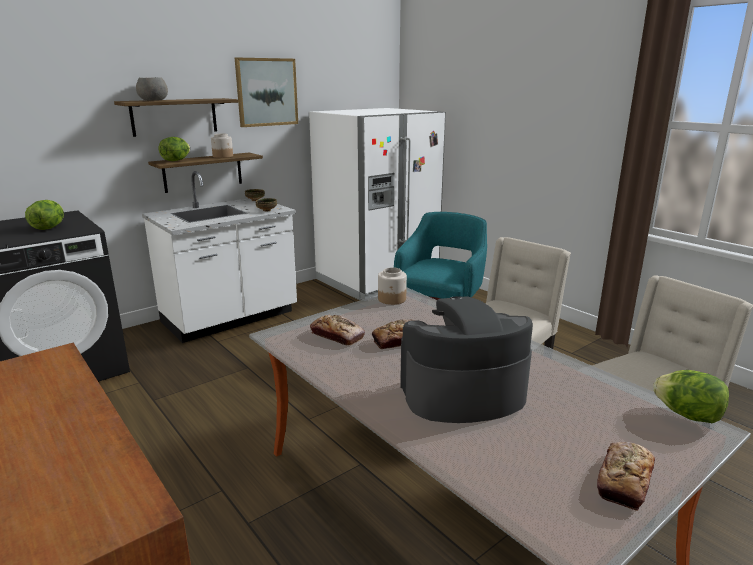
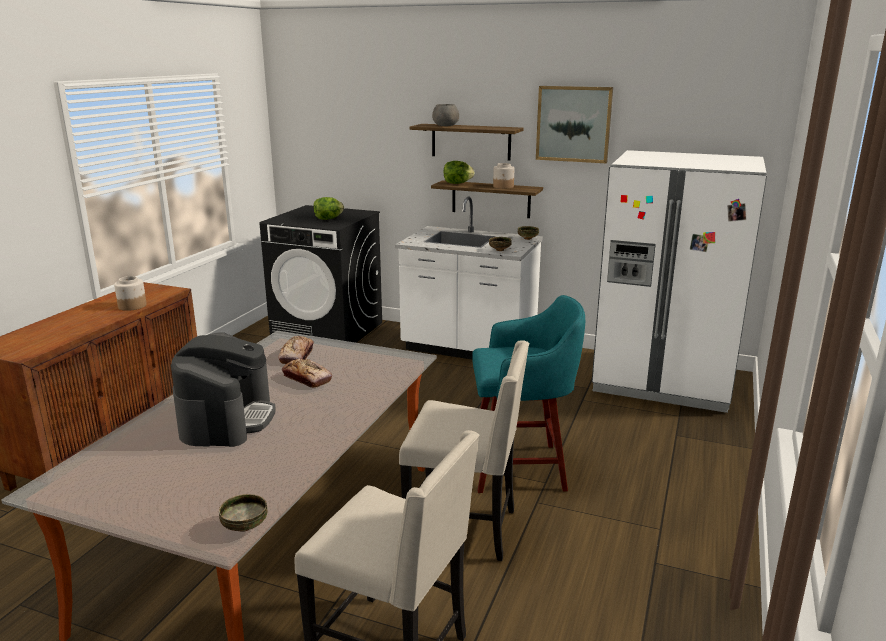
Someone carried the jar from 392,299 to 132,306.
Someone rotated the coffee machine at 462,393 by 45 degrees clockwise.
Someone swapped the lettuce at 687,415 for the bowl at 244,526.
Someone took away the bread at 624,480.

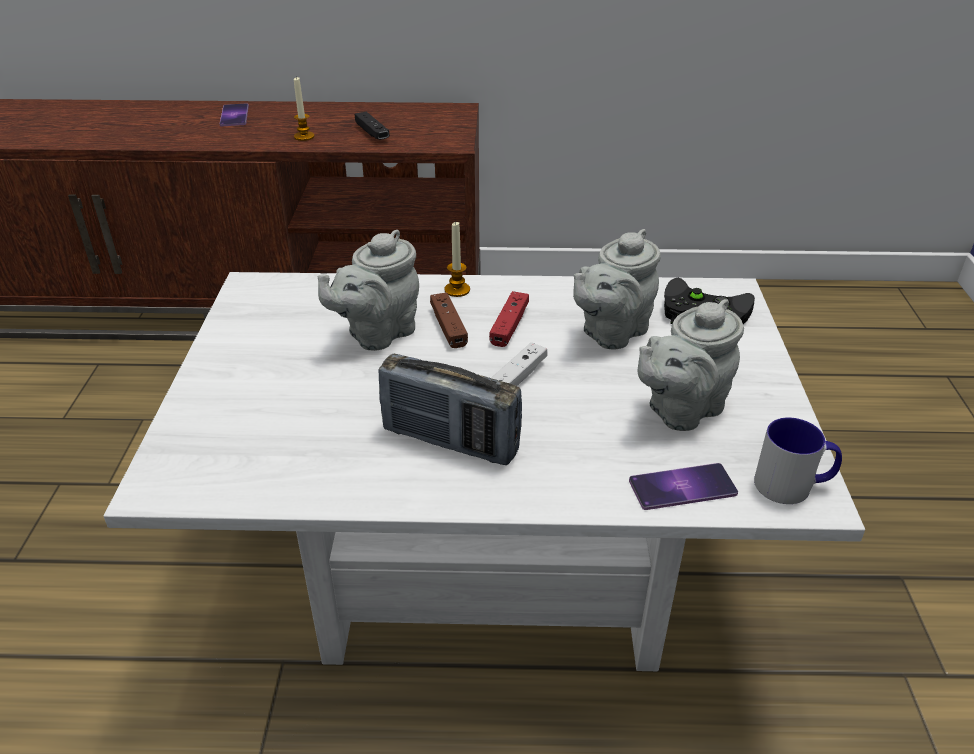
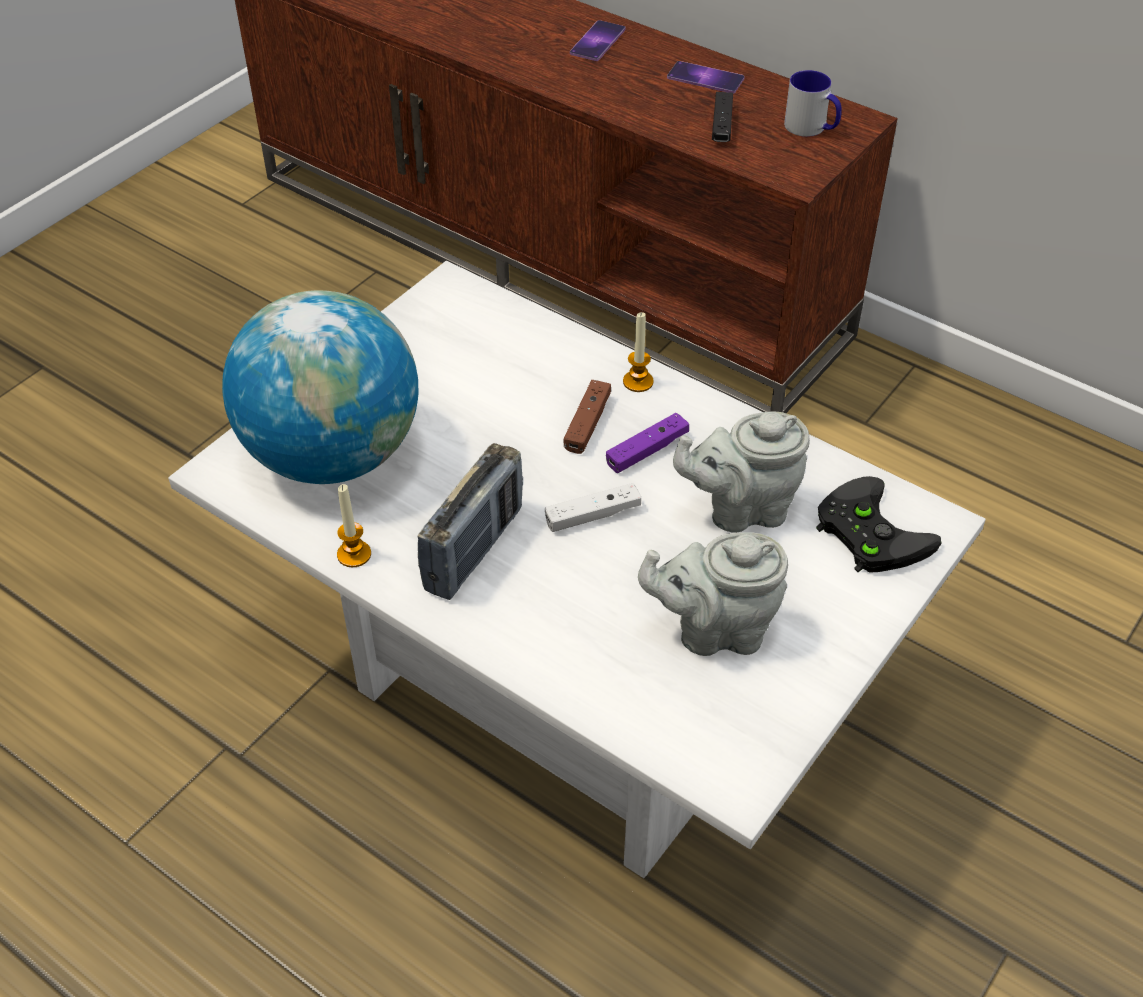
Someone put down the globe at 333,454.
Someone carried the candle from 304,137 to 354,554.
Someone rotated the radio at 450,441 by 120 degrees counterclockwise.
Someone repainted the red game controller at 509,326, which became the purple game controller at 647,451.
Someone carried the phone from 682,487 to 705,78.
Someone carried the mug from 793,485 to 811,128.
Someone took away the grey teapot at 377,334.

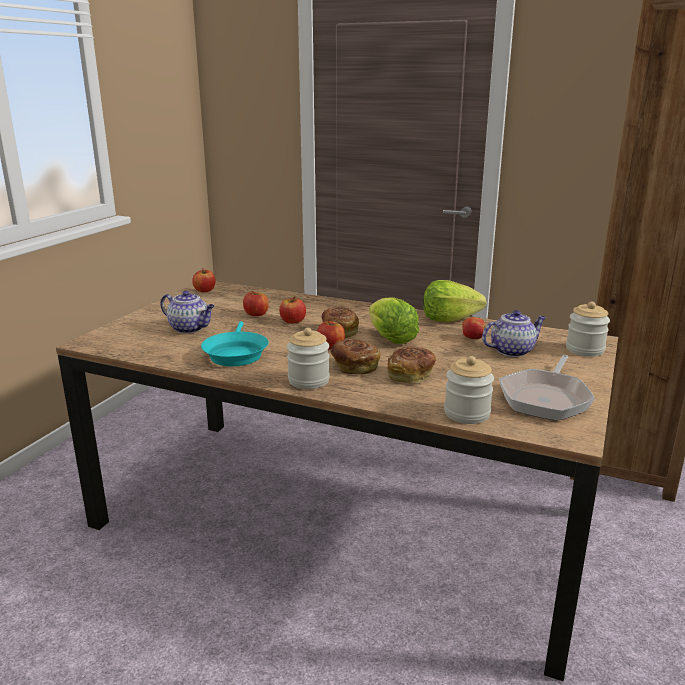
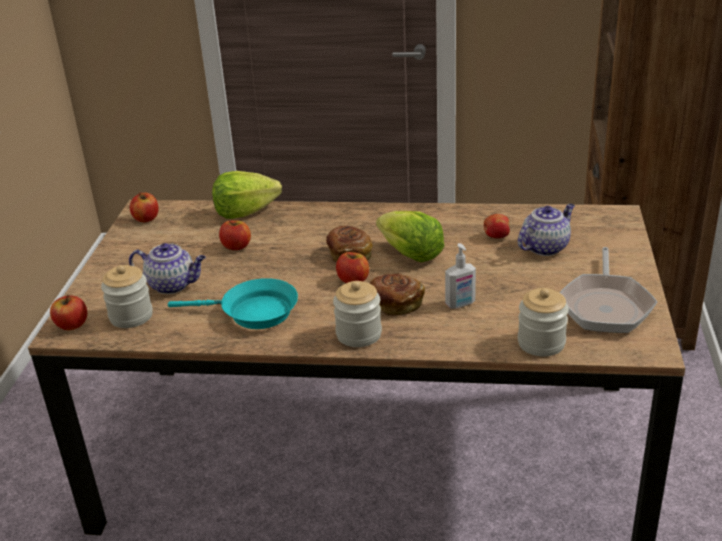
Someone carried the apple from 293,321 to 72,325.
Someone carried the jar from 584,350 to 131,316.
Someone rotated the turquoise frying pan at 235,354 by 60 degrees counterclockwise.
Someone carried the lettuce from 449,319 to 245,212.
Someone swapped the bread at 410,375 for the soap dispenser at 460,304.

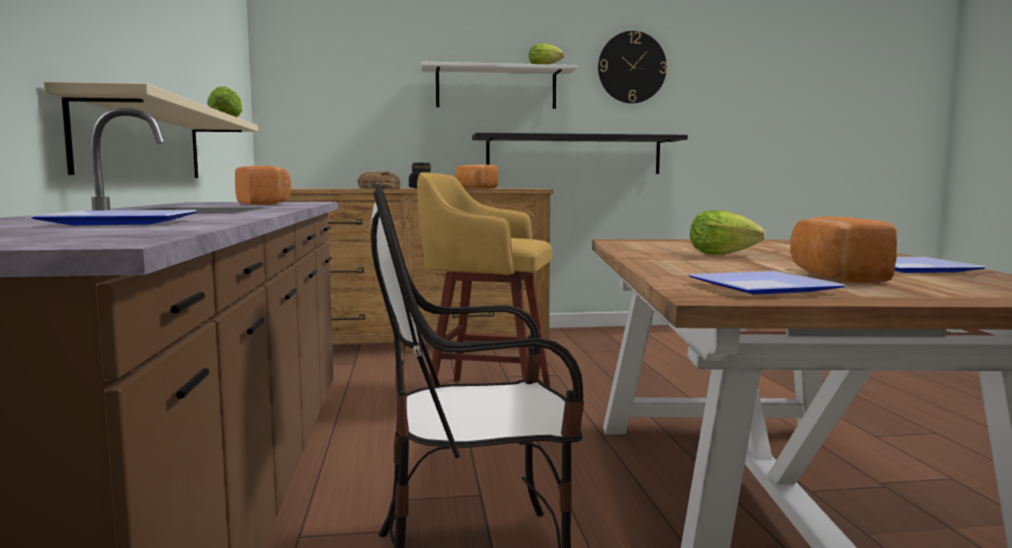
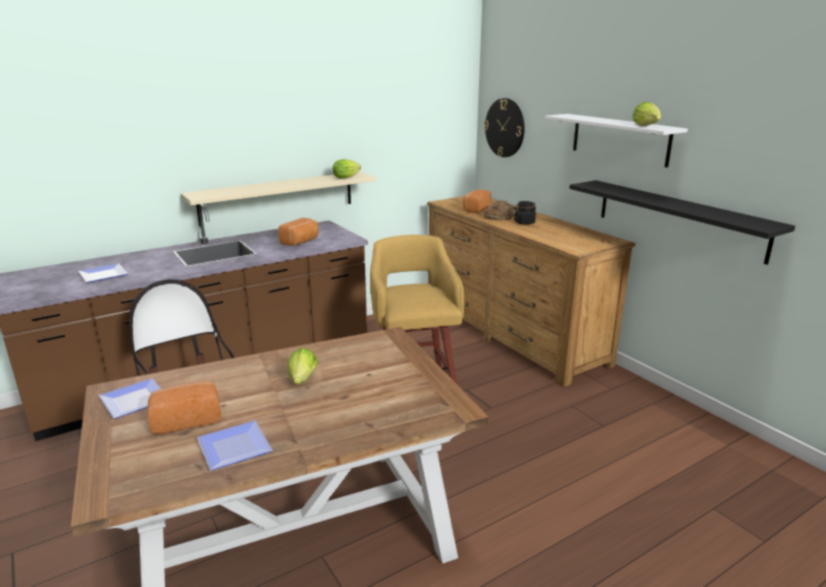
Someone carried the bread from 474,188 to 475,209.
Someone carried the wall clock from 632,67 to 505,128.

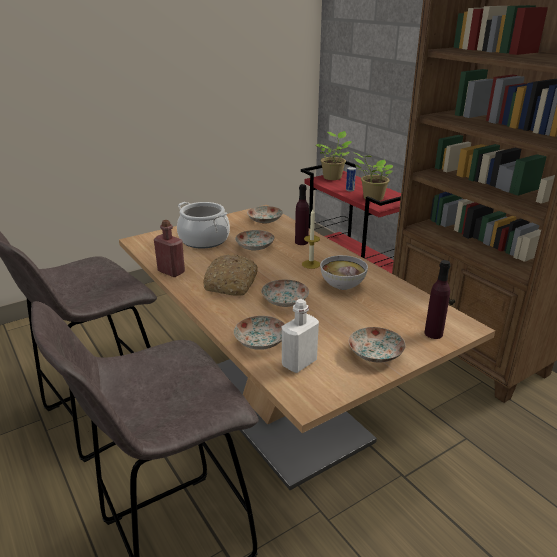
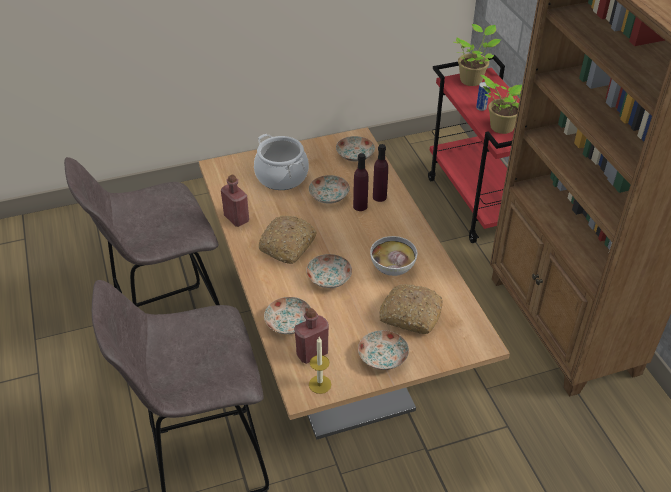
Someone repainted the white bottle at 299,363, which became the red bottle at 312,353.
Someone carried the candle from 311,264 to 320,384.
Someone carried the purple bottle from 433,333 to 360,206.
Someone put down the bread at 410,315.

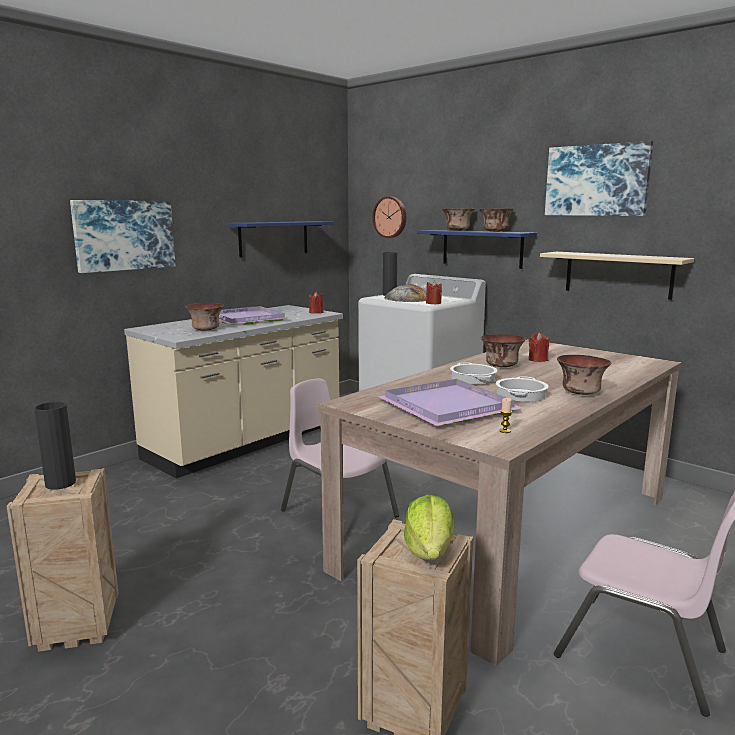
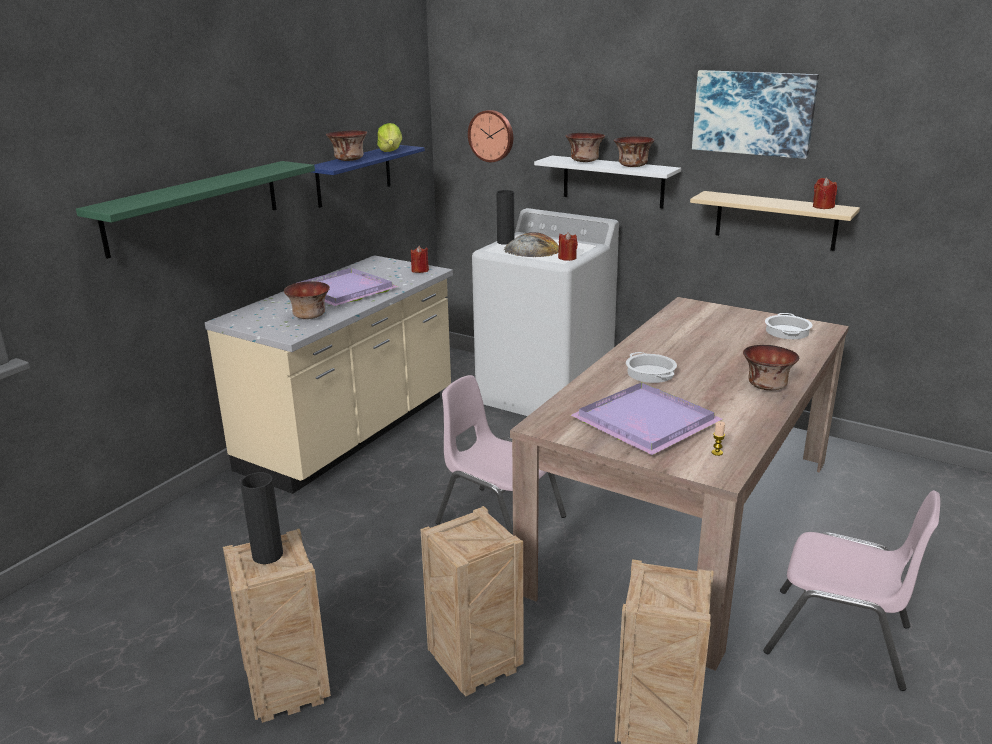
Someone swapped the picture at 124,235 for the green shelf at 194,207.
Someone carried the bowl from 501,366 to 348,160.
Someone carried the lettuce from 429,551 to 390,151.
Someone put down the crate at 474,667.
Someone repainted the blue shelf at 482,248, which became the white shelf at 613,181.
Someone carried the cooking pot from 521,395 to 787,332.
Someone carried the red candle from 538,359 to 823,206.

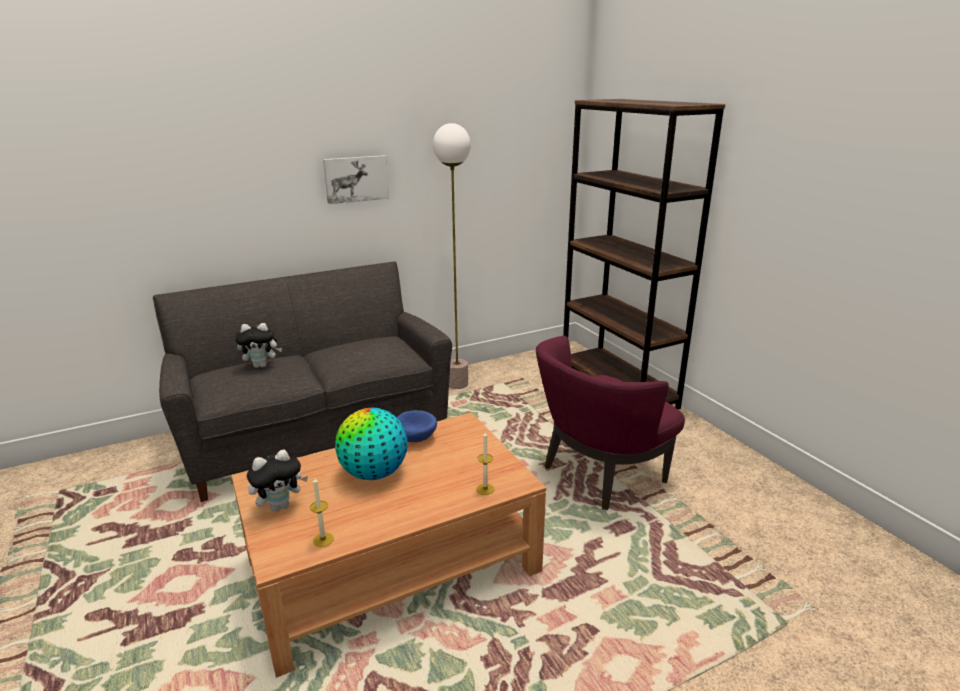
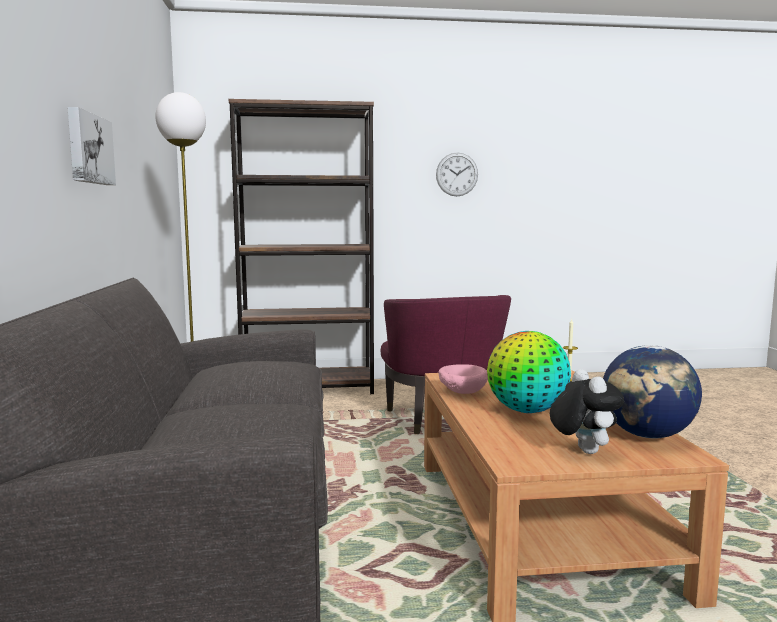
Someone put up the wall clock at 457,174.
Someone repainted the blue bowl at 414,438, which became the pink bowl at 462,393.
Someone swapped the candle at 323,539 for the globe at 647,435.
Someone took away the plush toy at 262,365.

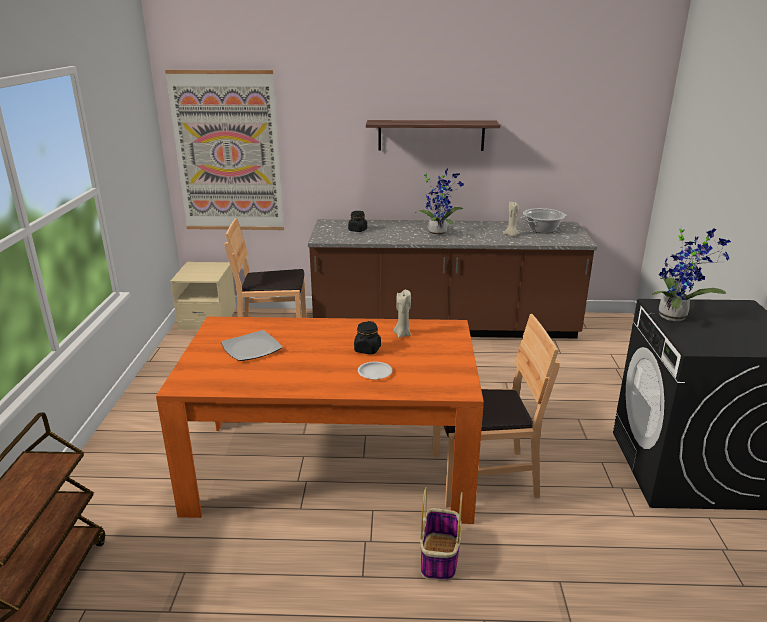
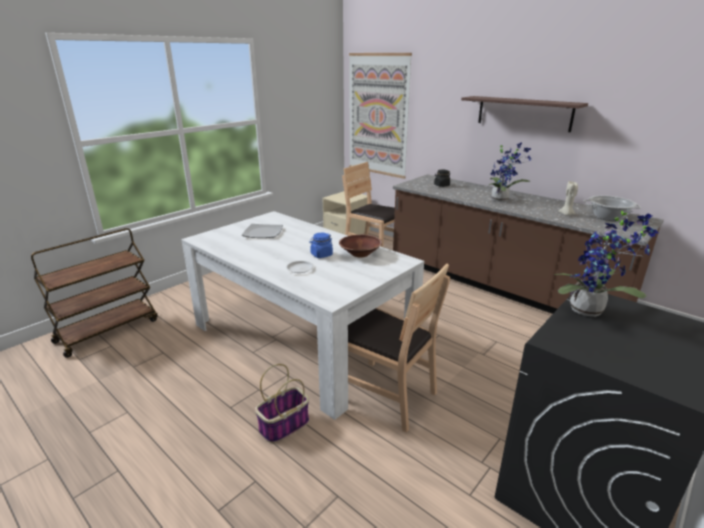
Someone repainted the orange dining table at 333,466, which became the white dining table at 301,339.
Someone repainted the black jar at 367,349, which became the blue jar at 321,255.
Someone swapped the beige candle at 402,334 for the brown bowl at 360,254.

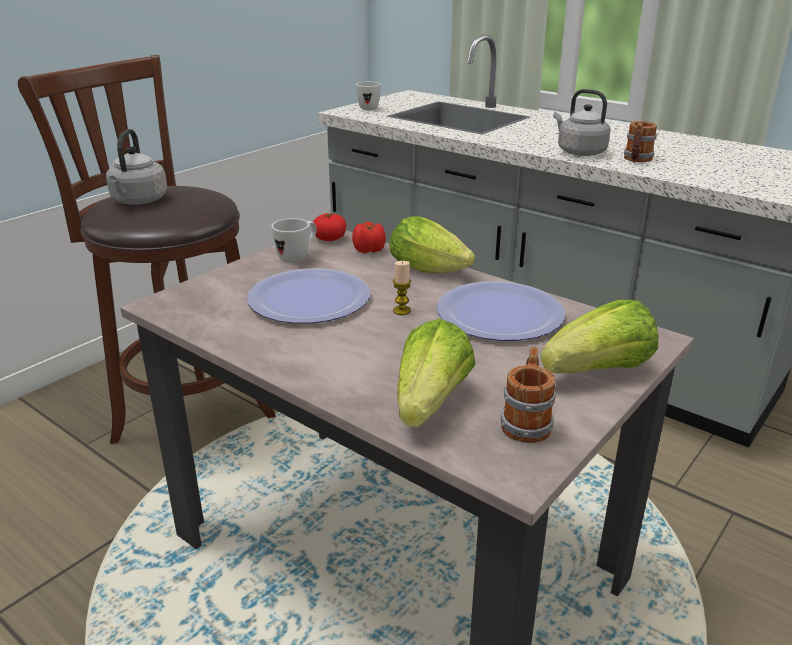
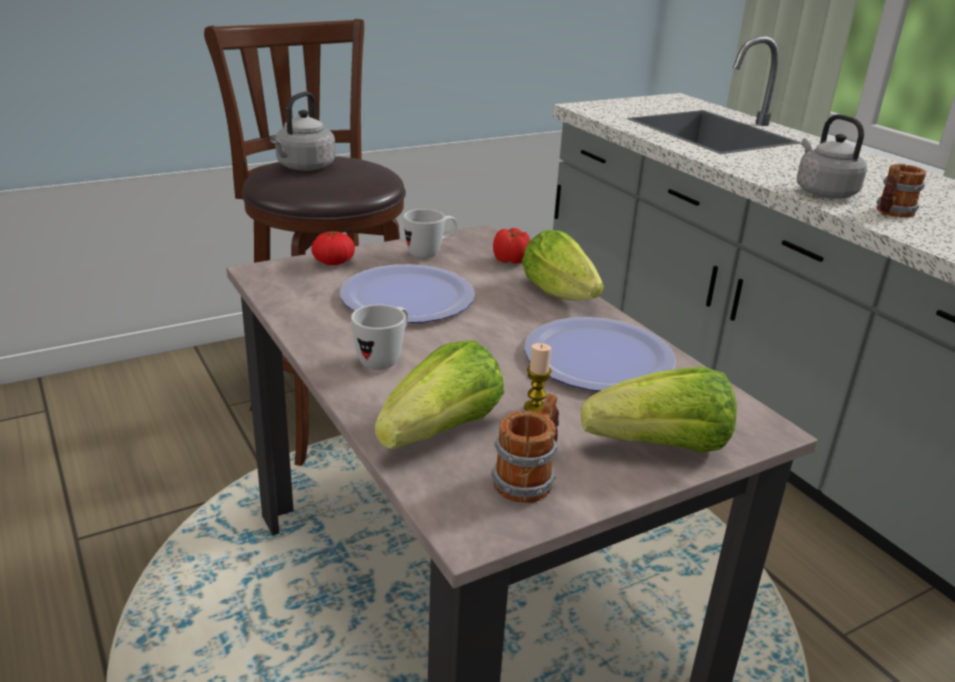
Someone carried the tomato from 329,239 to 333,262.
Someone carried the white mug from 369,108 to 384,359.
Someone carried the candle from 401,311 to 535,408.

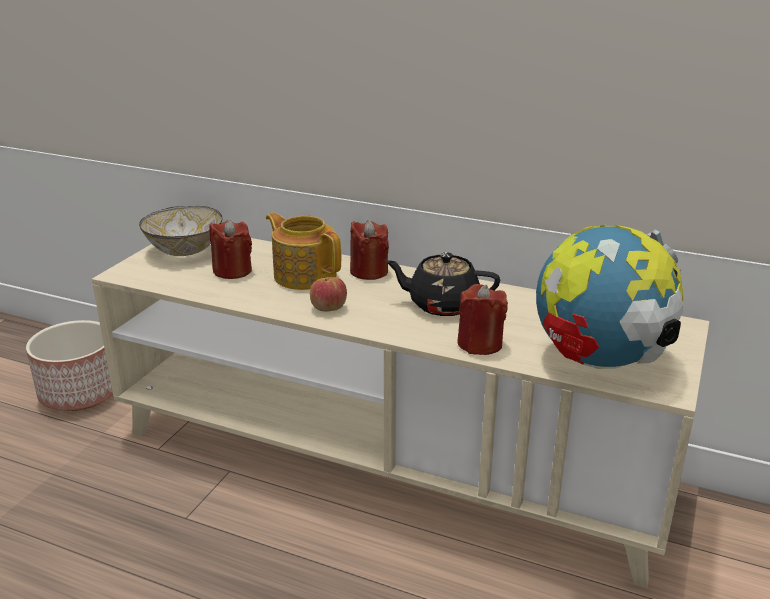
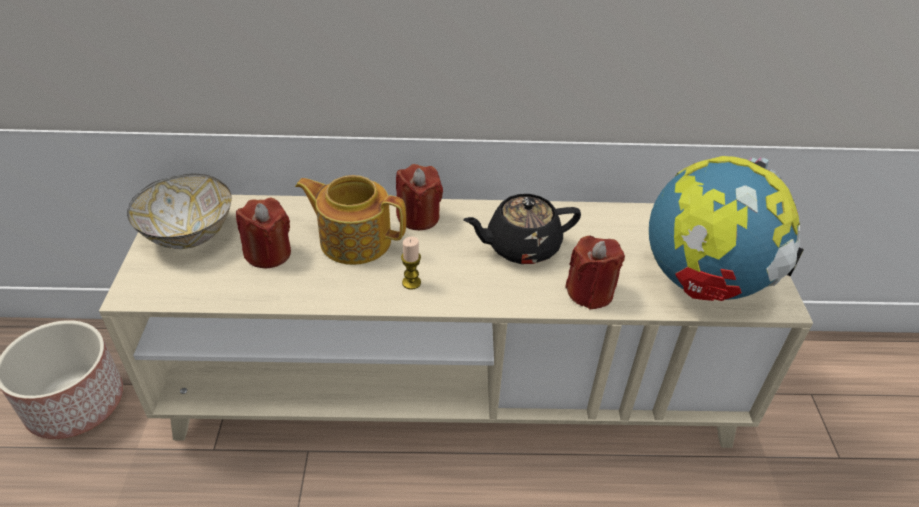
Someone swapped the apple at 328,308 for the candle at 411,282.

